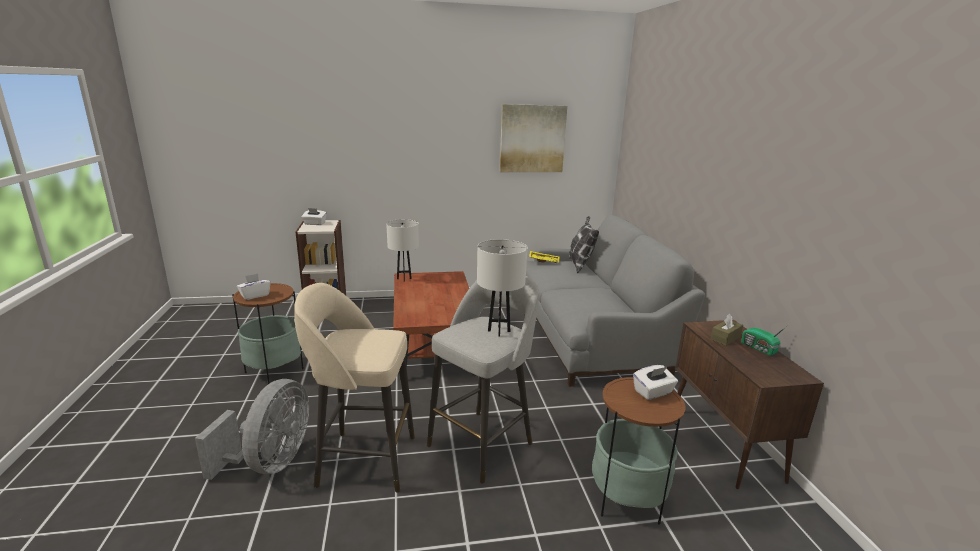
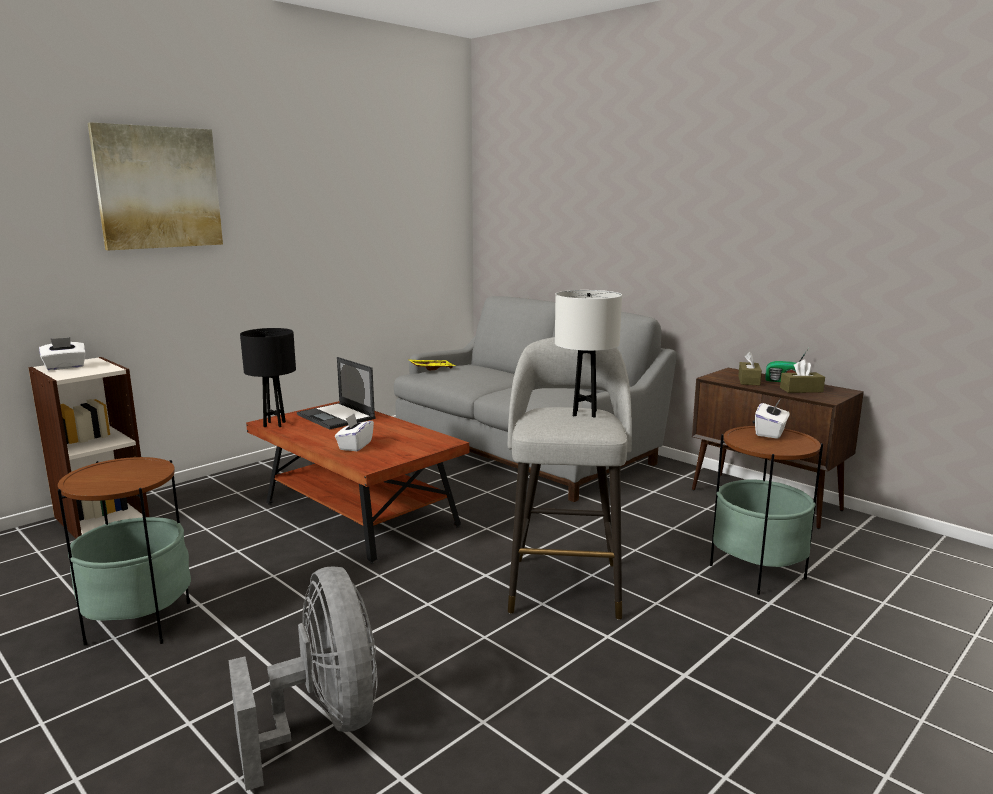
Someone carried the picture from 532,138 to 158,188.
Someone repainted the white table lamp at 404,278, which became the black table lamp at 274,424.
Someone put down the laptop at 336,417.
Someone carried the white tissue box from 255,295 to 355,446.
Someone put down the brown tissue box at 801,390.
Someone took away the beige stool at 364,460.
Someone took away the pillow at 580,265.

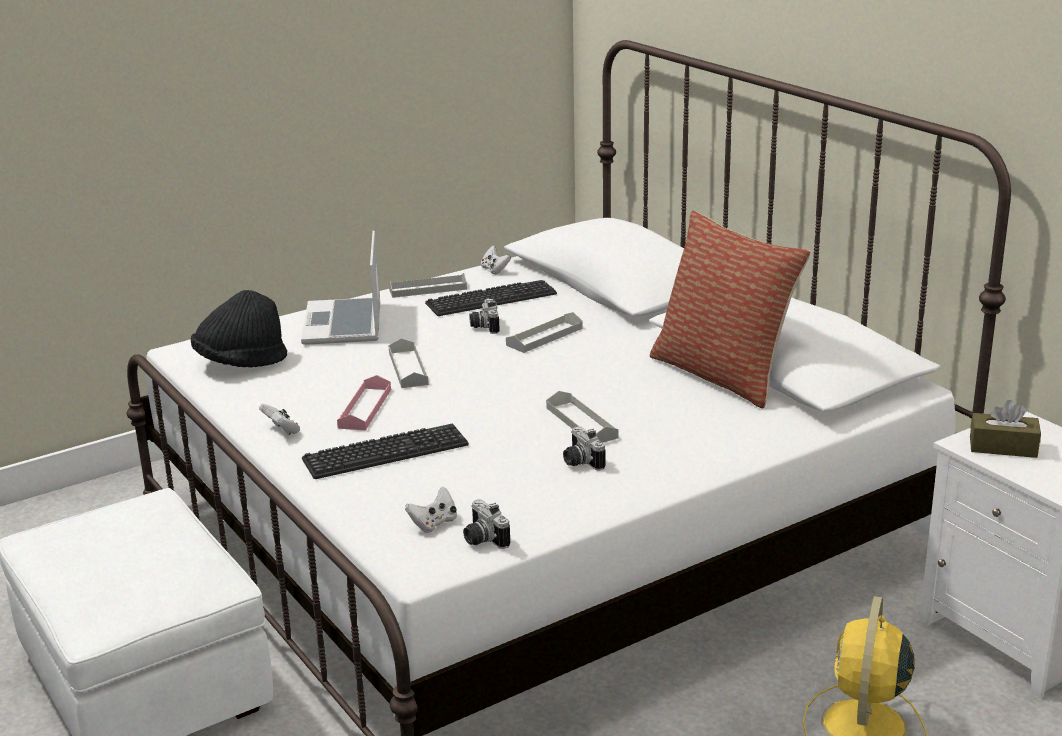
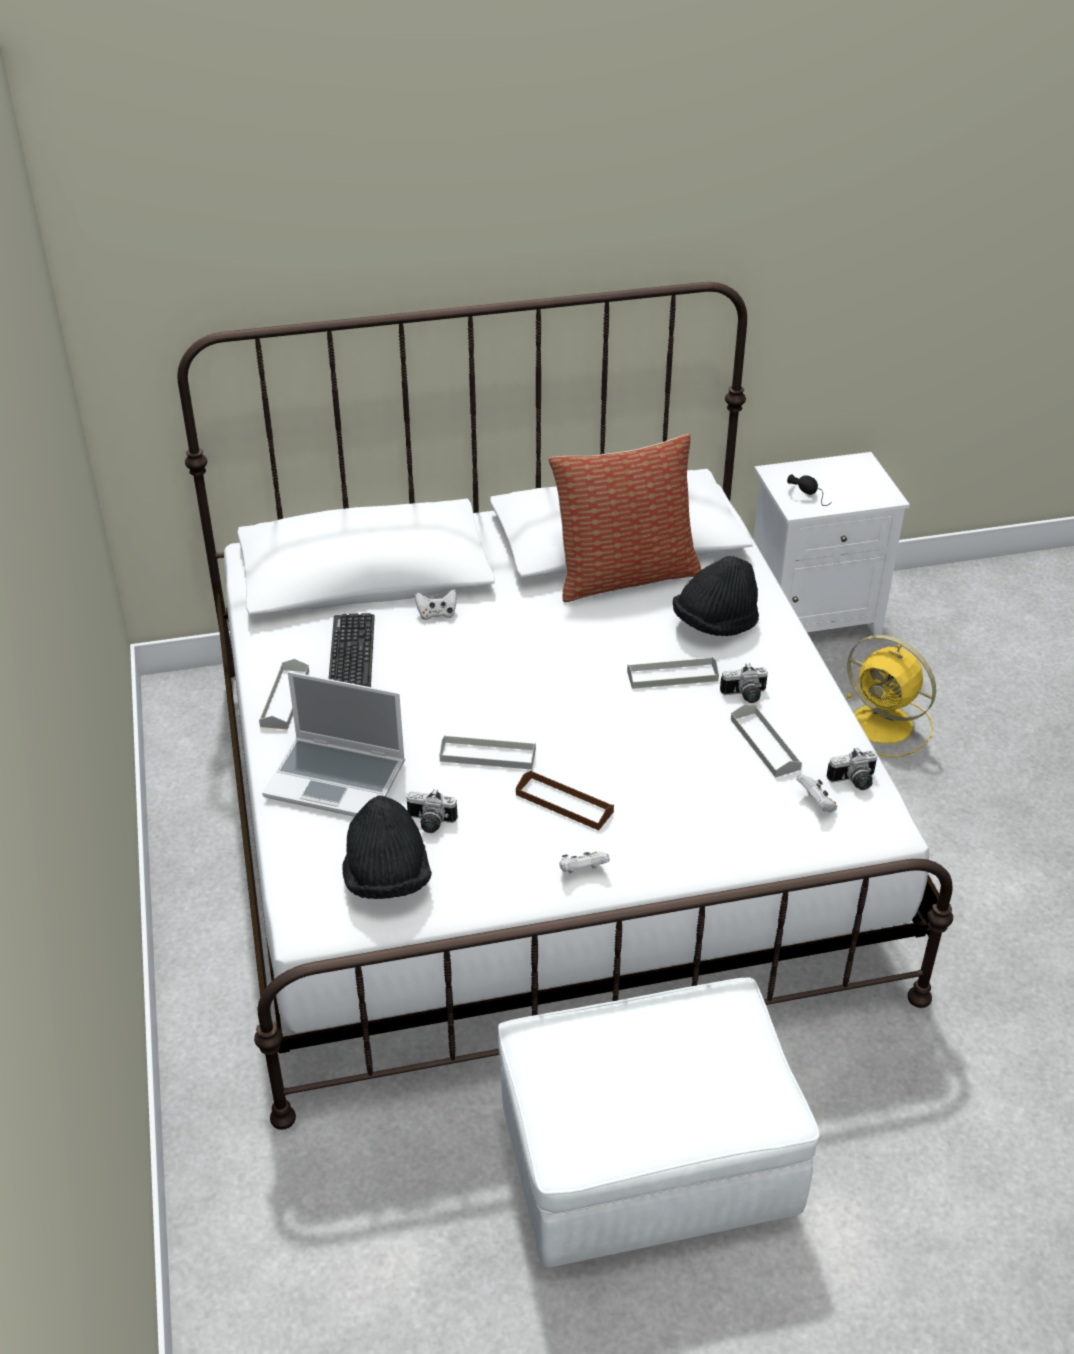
Someone carried the photo camera from 483,326 to 430,823.
Someone carried the white game controller from 495,270 to 437,614.
Someone repainted the pink tray at 365,408, which became the brown tray at 564,803.
Someone put down the black hat at 715,624.
Someone carried the grey tray from 544,337 to 765,744.
Someone swapped the brown tissue box at 1003,447 for the black headphones at 811,495.
Someone took away the keyboard at 385,452.

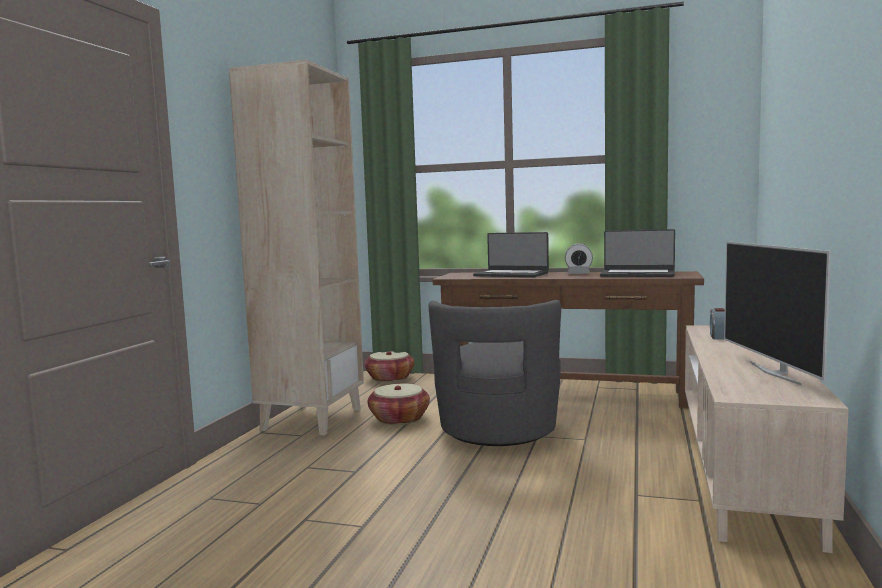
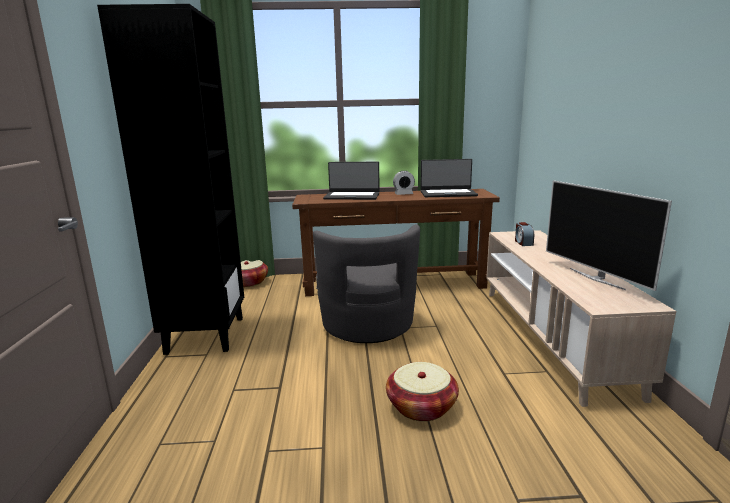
Someone repainted the beige bookcase at 312,419, which became the black bookcase at 205,334.
Someone carried the basket from 399,419 to 421,406.

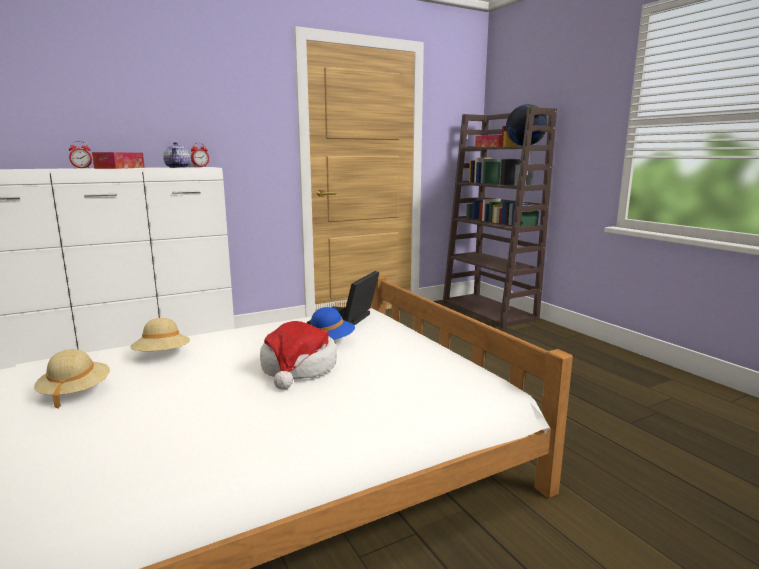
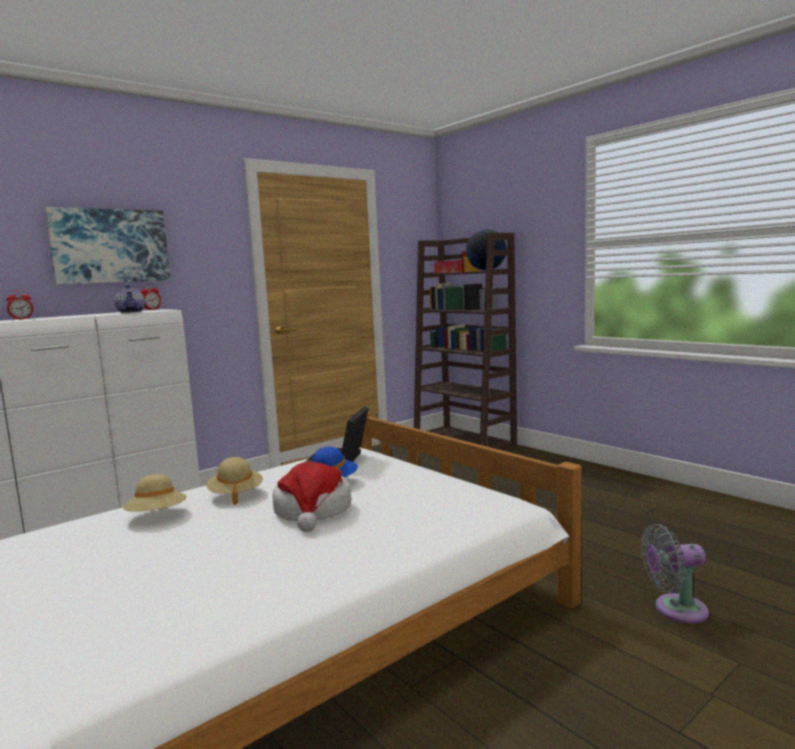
Someone put up the picture at 110,246.
Someone carried the beige hat from 75,392 to 235,495.
Someone put down the grey fan at 675,610.
Someone took away the tissue box at 120,168.

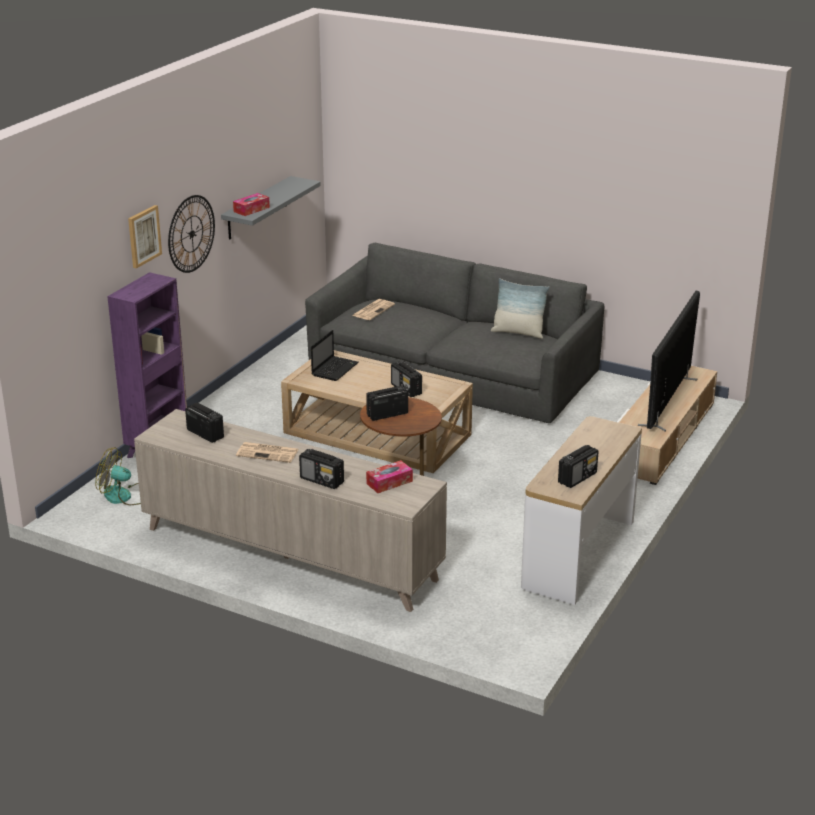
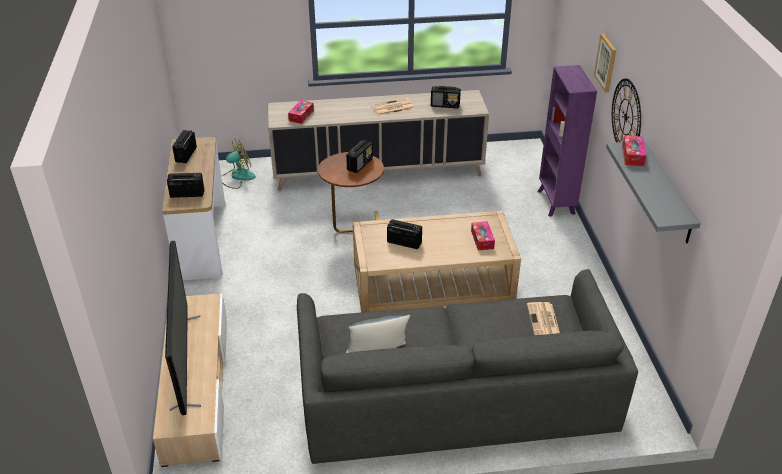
Someone carried the radio from 322,480 to 187,194.
Someone carried the fan from 124,496 to 237,177.
Someone swapped the laptop at 335,369 for the tissue box at 482,239.

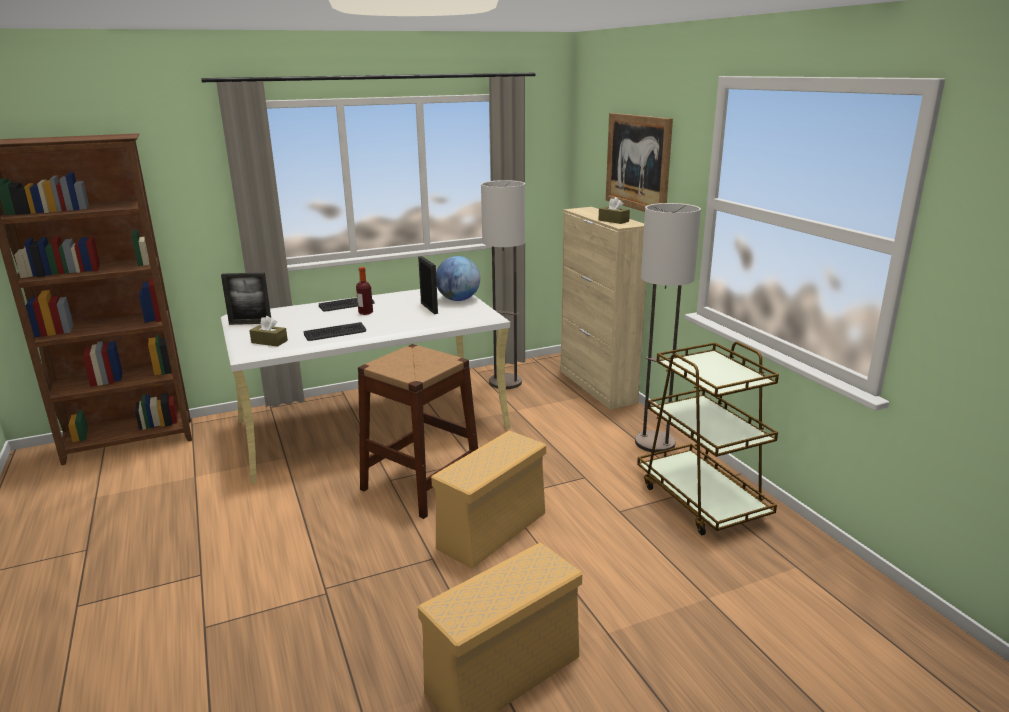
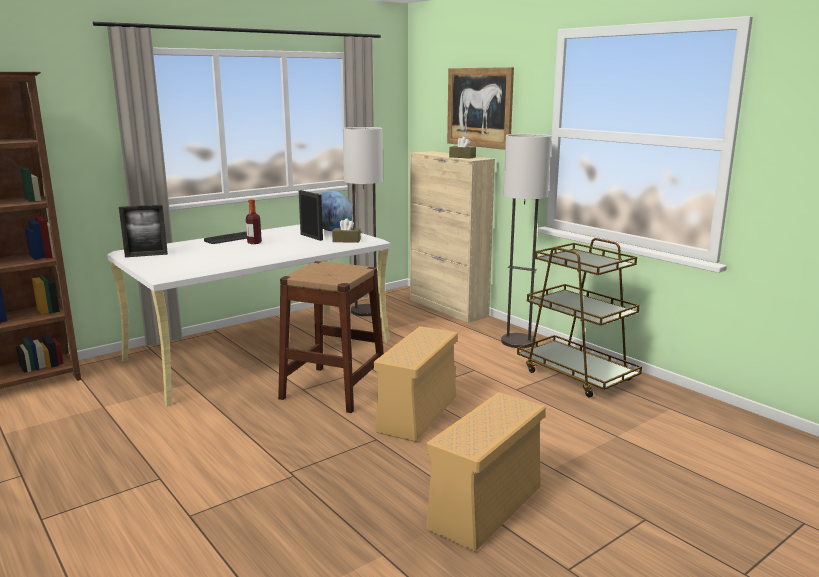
Someone carried the brown tissue box from 269,342 to 346,240.
Someone took away the keyboard at 335,333.

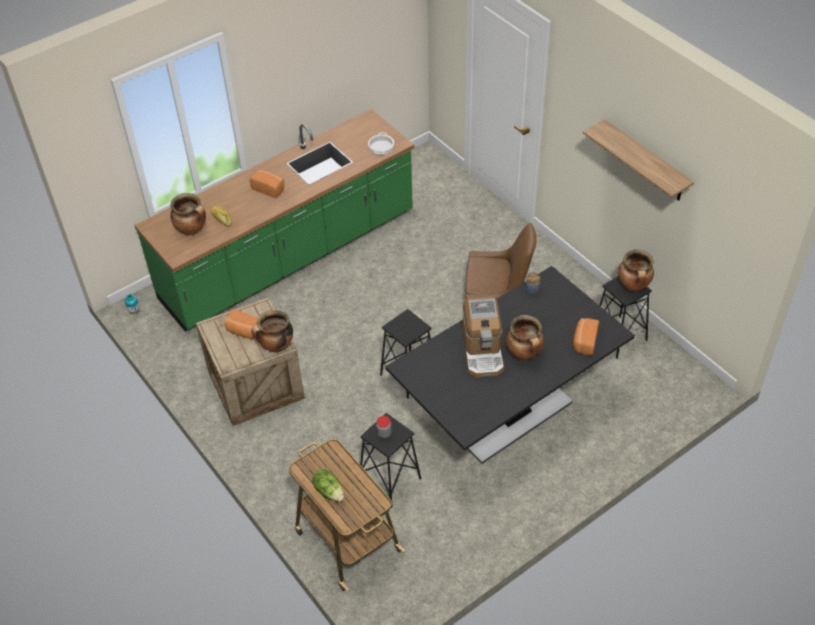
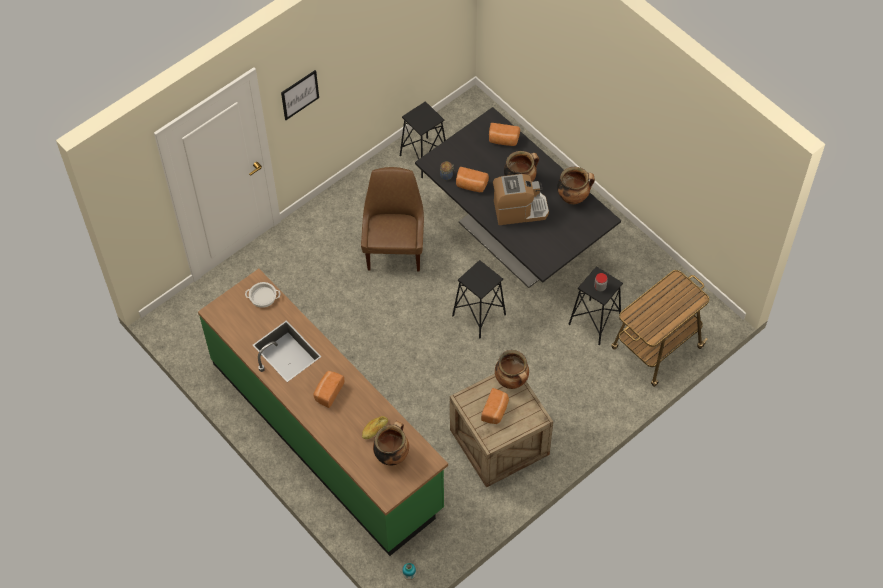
Someone put up the picture at 299,94.
Someone put down the bread at 471,185.
Someone carried the cooking pot from 633,286 to 573,197.
Someone took away the lettuce at 329,491.
Someone took away the shelf at 645,162.

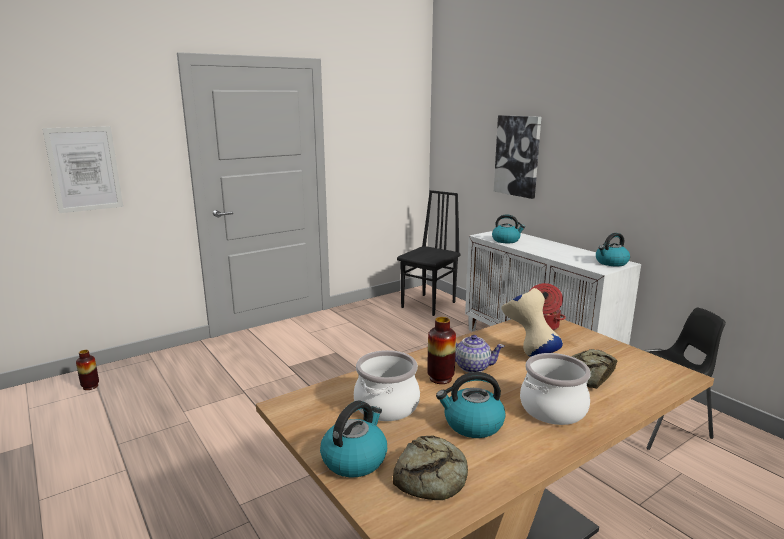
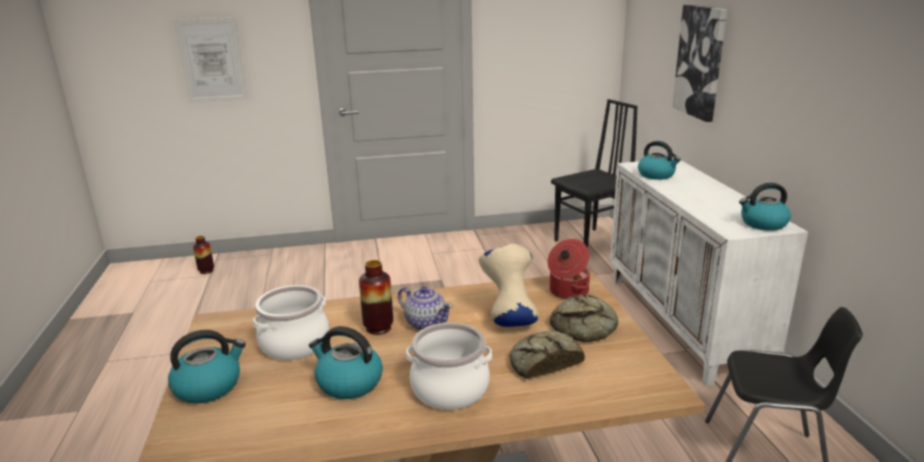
Someone carried the bread from 433,475 to 586,327.

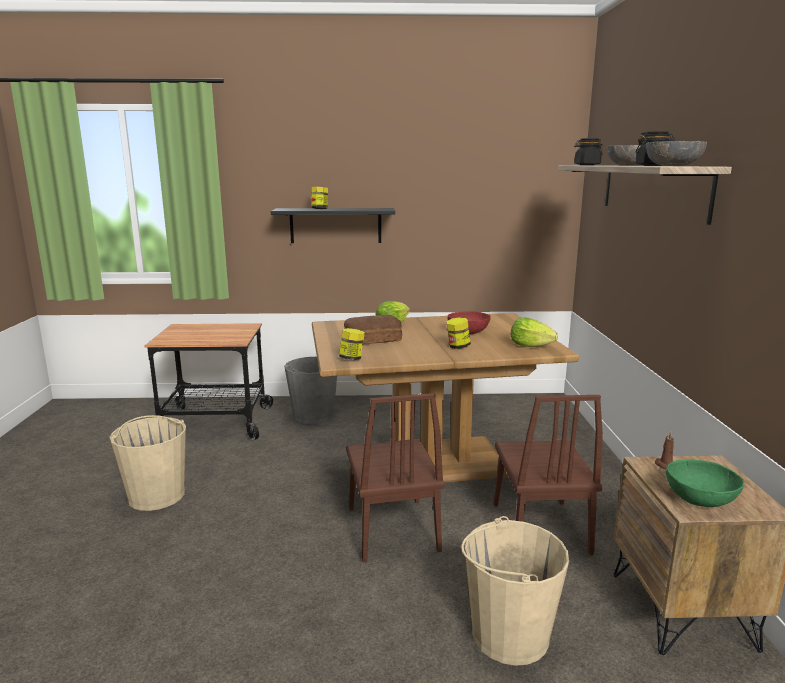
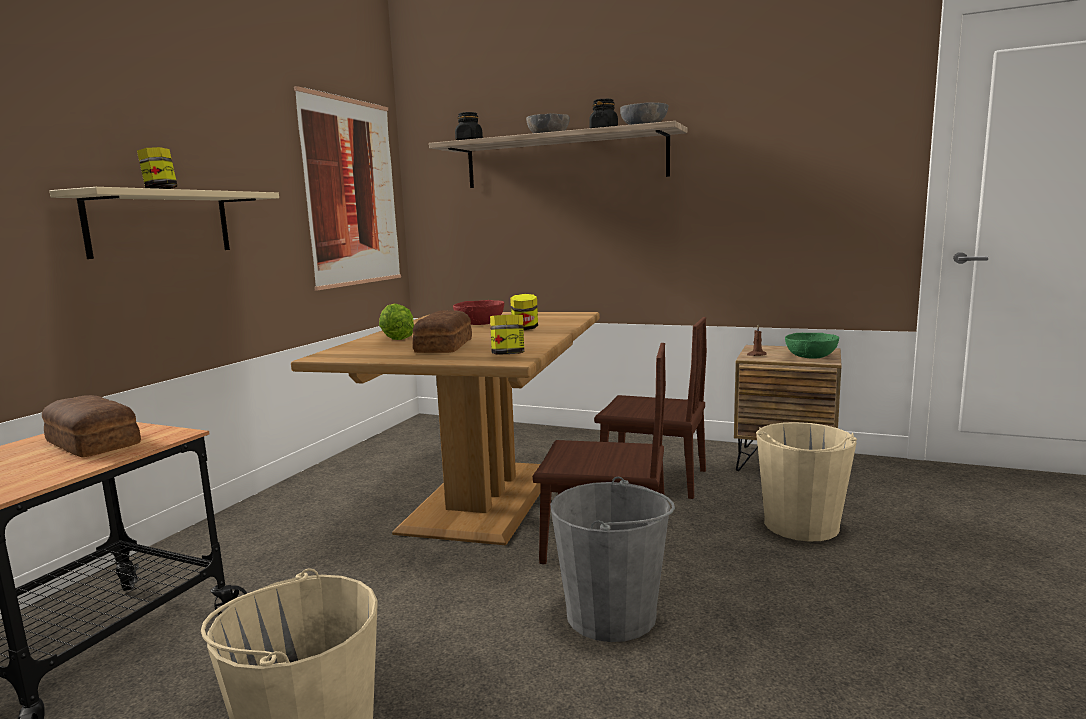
Someone put down the bread at 92,443.
Someone repainted the black shelf at 335,225, which became the beige shelf at 160,223.
Someone put up the picture at 352,192.
Someone carried the grey bucket from 313,415 to 612,615.
Someone took away the lettuce at 530,346.

